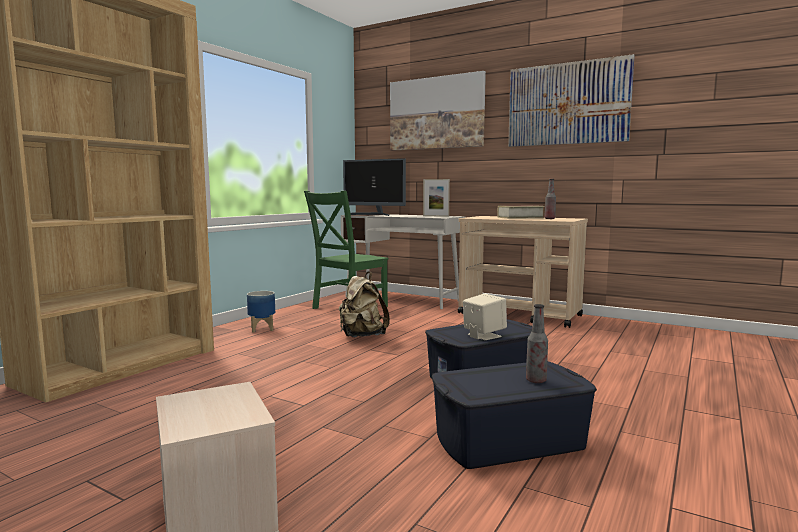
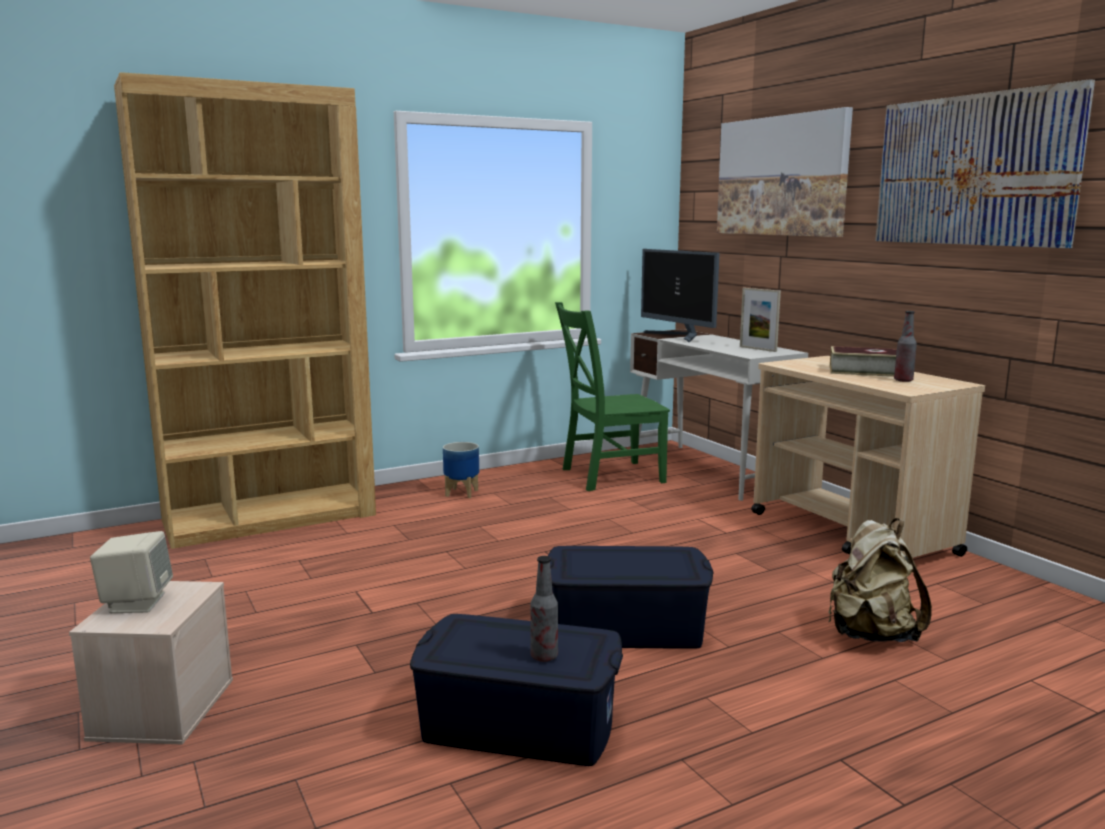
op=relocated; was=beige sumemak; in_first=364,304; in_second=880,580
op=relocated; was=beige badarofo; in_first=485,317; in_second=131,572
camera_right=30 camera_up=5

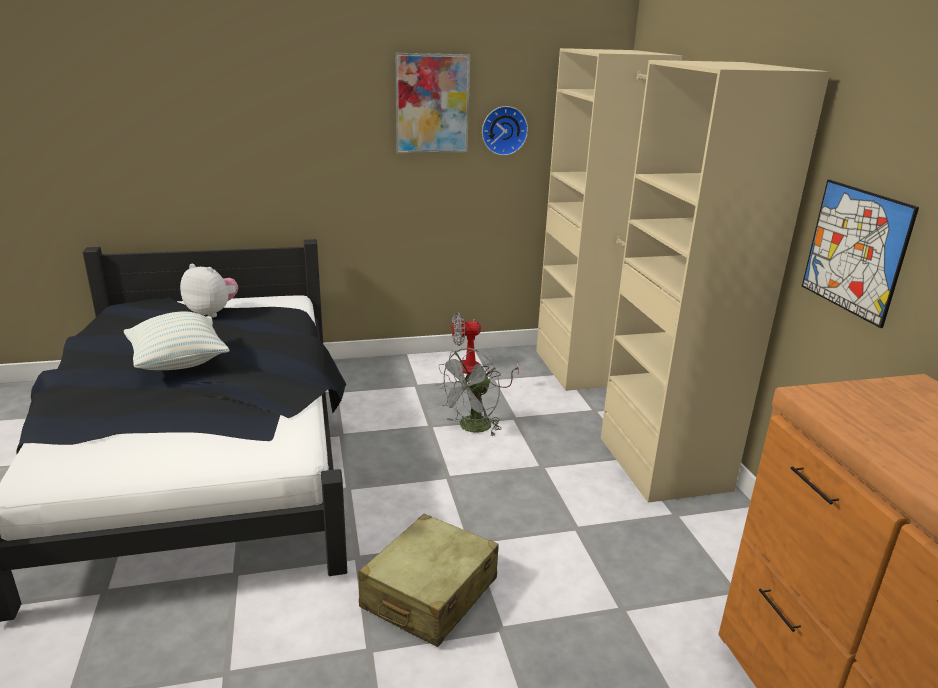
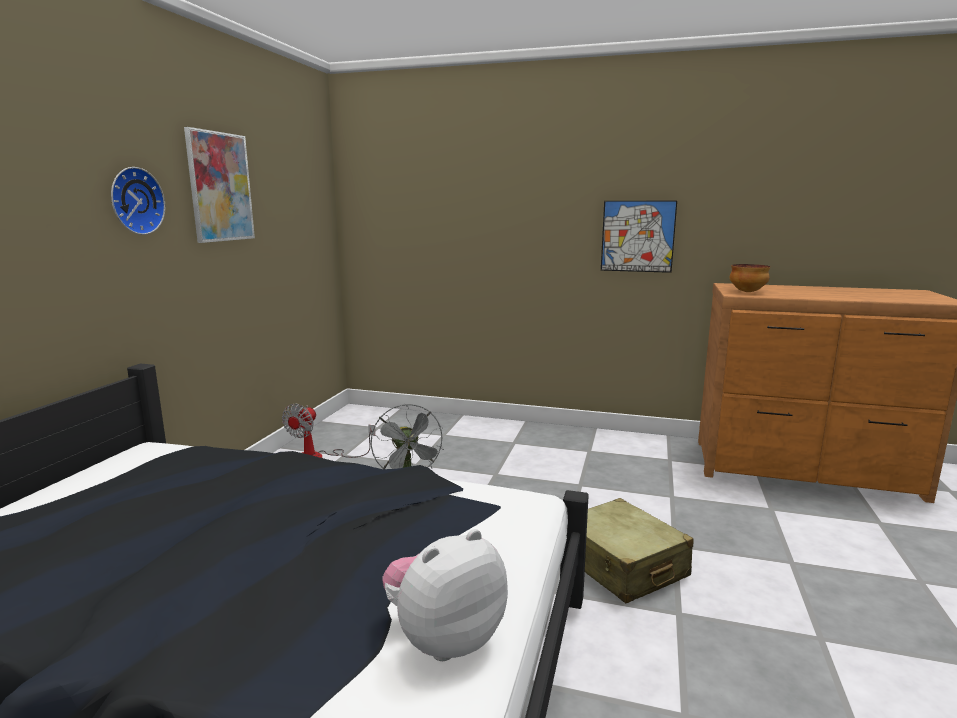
op=missing; was=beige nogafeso; in_first=683,275
op=relocated; was=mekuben; in_first=505,131; in_second=138,201
op=relocated; was=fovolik; in_first=209,291; in_second=445,595
op=missing; was=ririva; in_first=177,341
op=appeared; now=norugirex; in_second=750,278
camera_right=-60 camera_up=-10

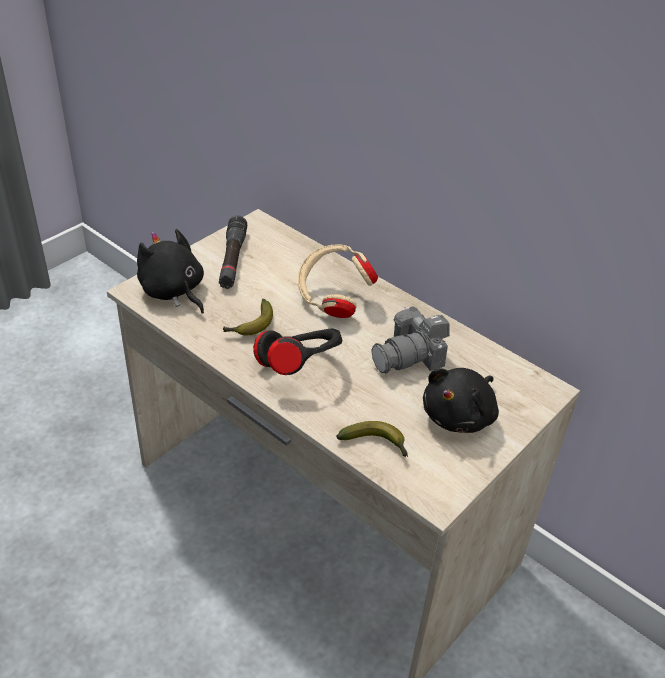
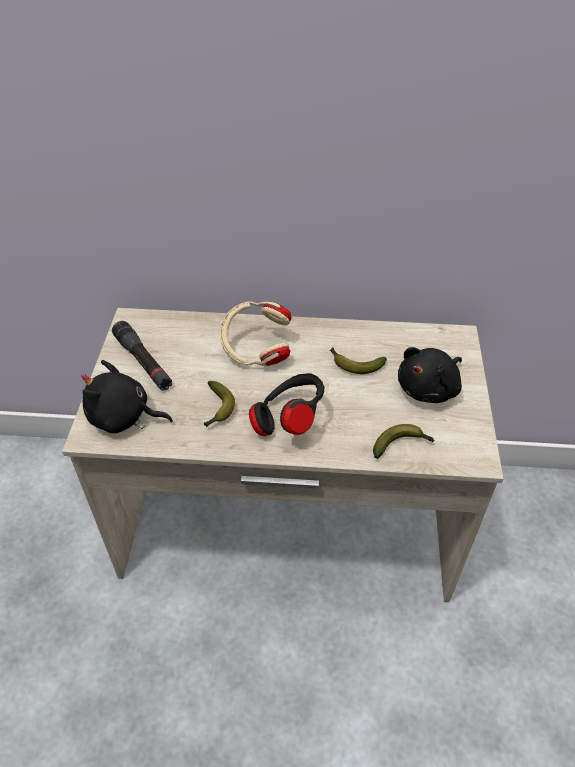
op=exchanged; was=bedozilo; now=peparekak; in_first=410,340; in_second=358,360
op=spun; was=black fovolik; in_first=461,400; in_second=430,375; clockwise=45
camera_right=-35 camera_up=5

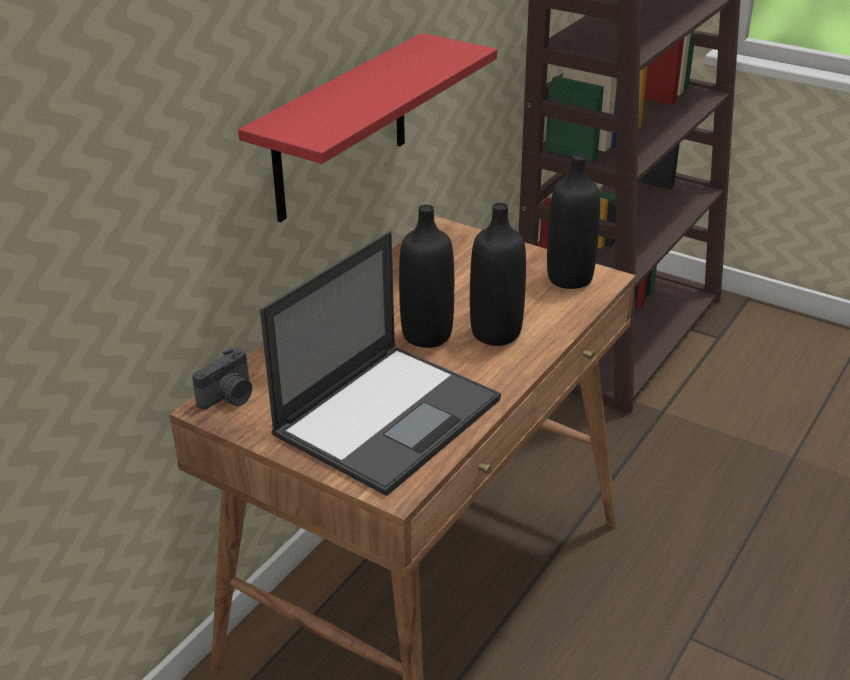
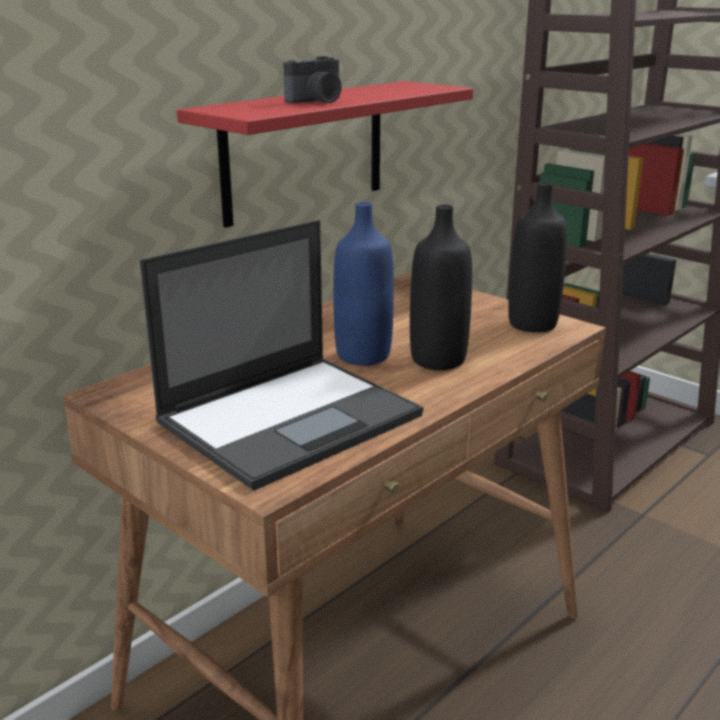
op=colour; was=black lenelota; now=blue lenelota; in_first=426,276; in_second=363,284
op=relocated; was=bedozilo; in_first=222,379; in_second=312,79
camera_right=10 camera_up=-10

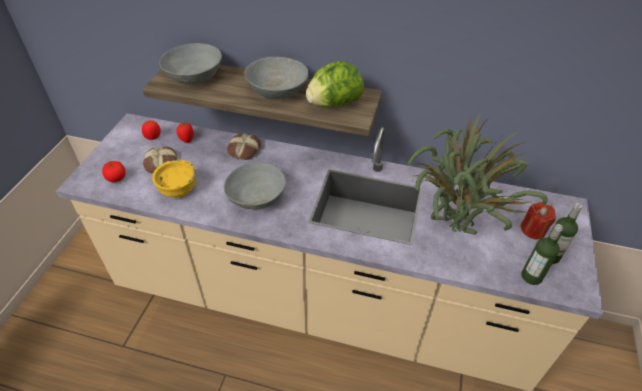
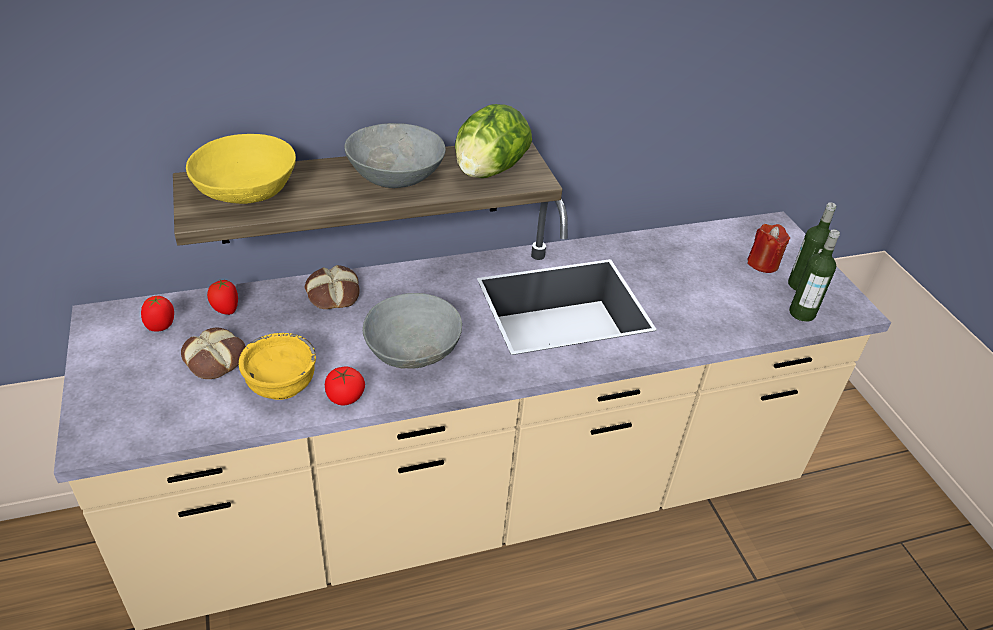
op=colour; was=grey norugirex; now=yellow norugirex; in_first=190,63; in_second=241,169
op=missing; was=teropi; in_first=477,173
op=relocated; was=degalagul; in_first=114,171; in_second=345,386
camera_right=-35 camera_up=-5

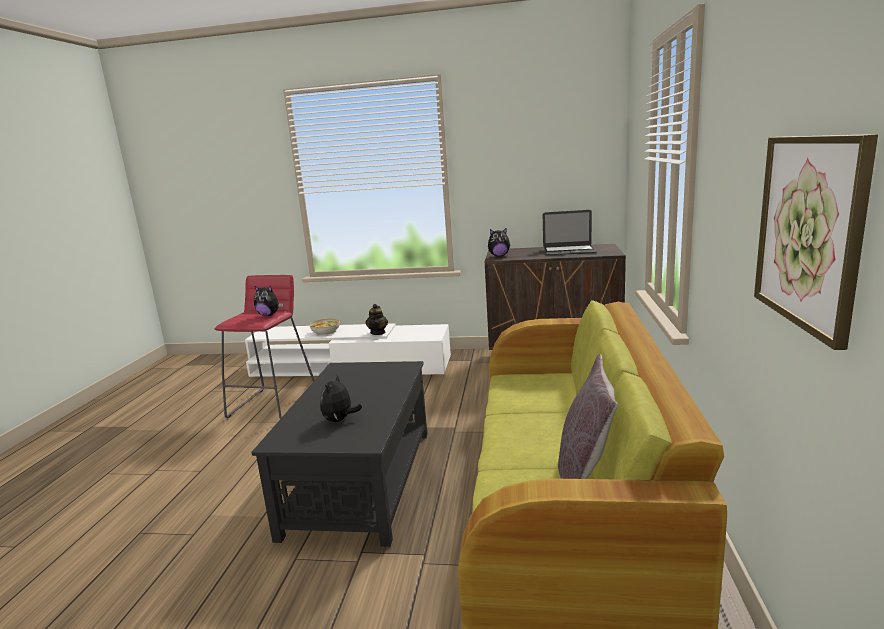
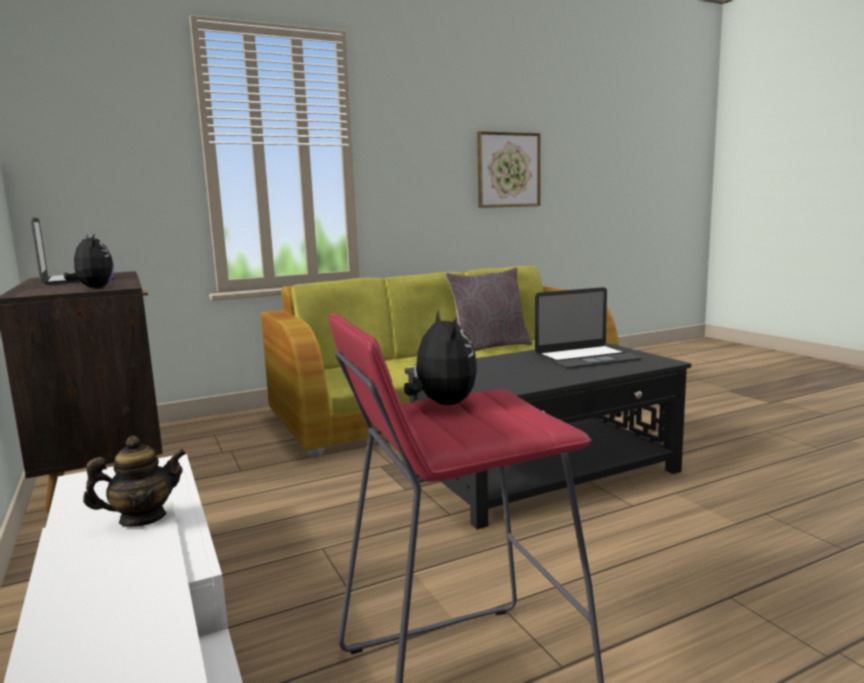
op=missing; was=norugirex; in_first=325,327
op=exchanged; was=fovolik; now=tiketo; in_first=341,398; in_second=588,327
camera_right=-125 camera_up=-5

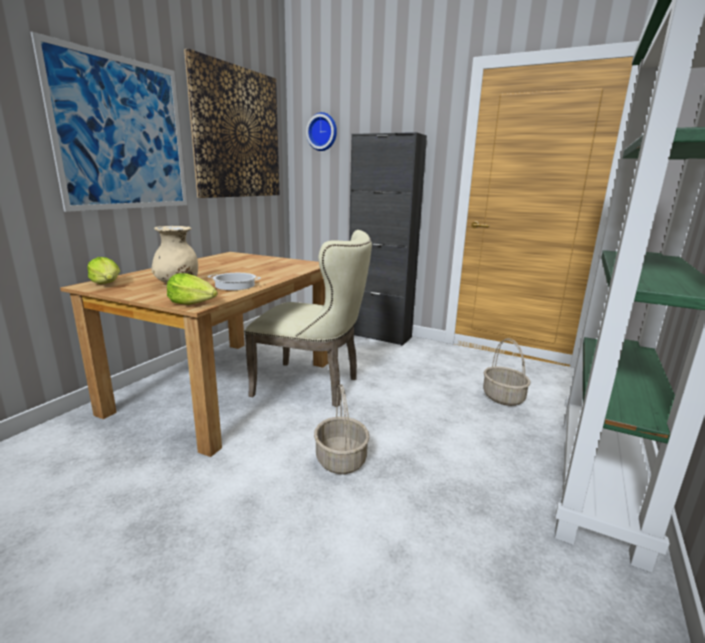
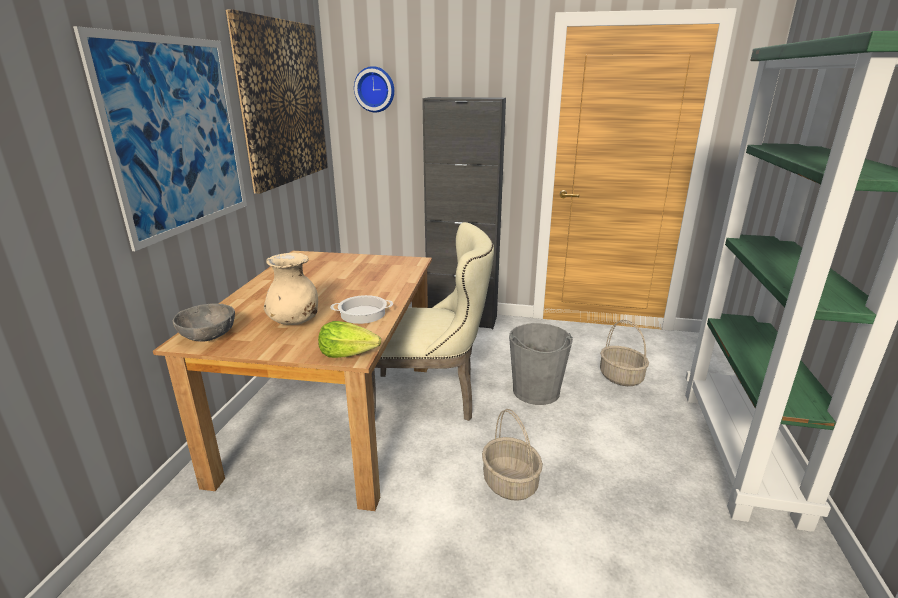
op=exchanged; was=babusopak; now=grey norugirex; in_first=103,270; in_second=204,322
op=appeared; now=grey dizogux; in_second=541,364
camera_right=-15 camera_up=5

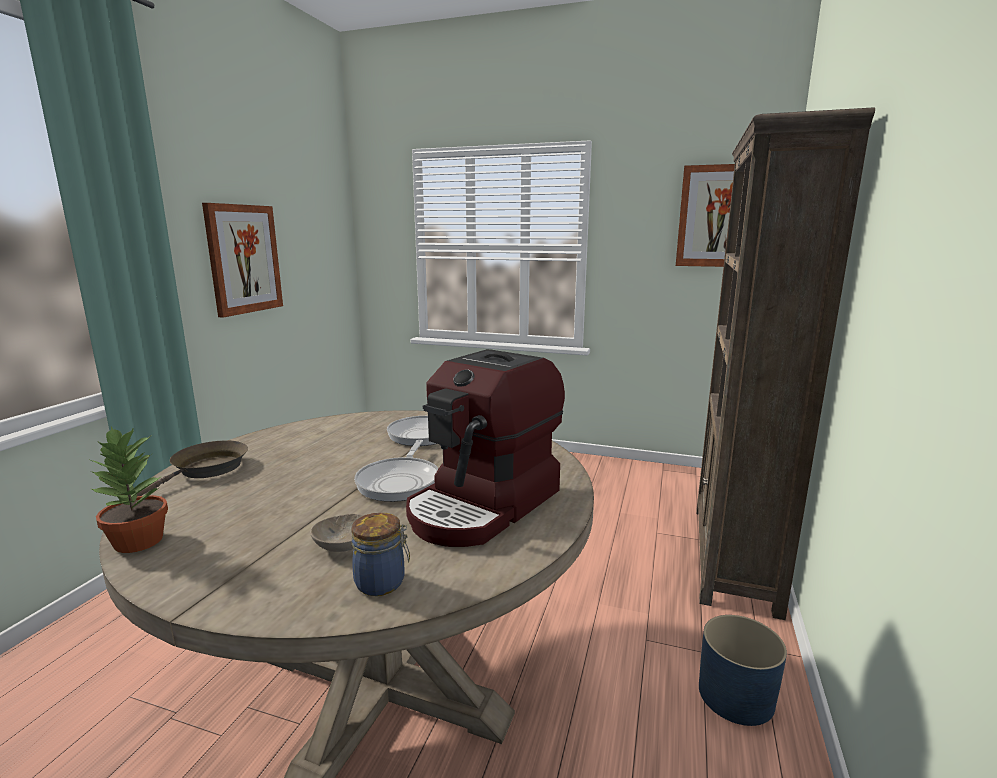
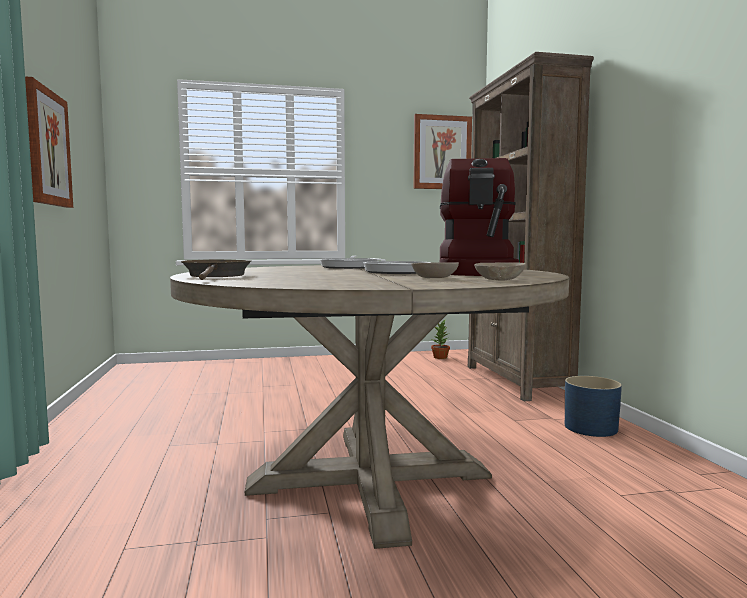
op=relocated; was=teropi; in_first=128,489; in_second=440,339
op=exchanged; was=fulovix; now=beige norugirex; in_first=380,554; in_second=500,271
camera_right=-30 camera_up=-10

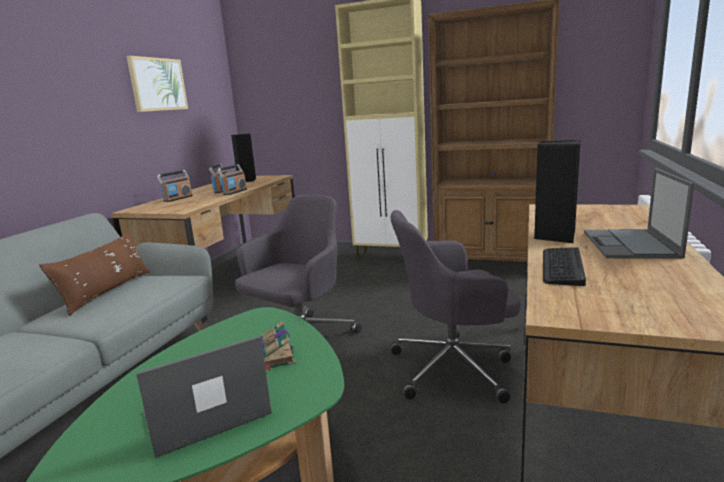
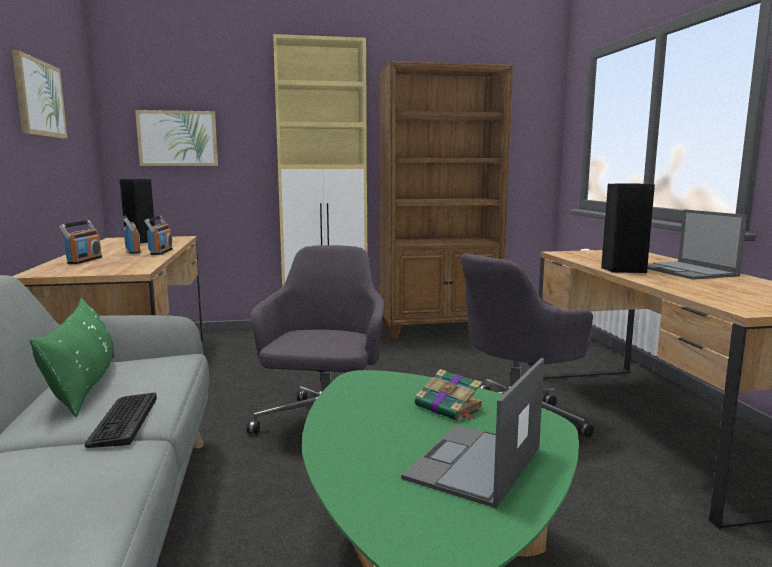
op=colour; was=brown ririva; now=green ririva; in_first=94,274; in_second=72,358
op=relocated; was=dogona; in_first=564,266; in_second=121,420
op=appeared; now=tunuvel; in_second=176,138
camera_right=-30 camera_up=-5

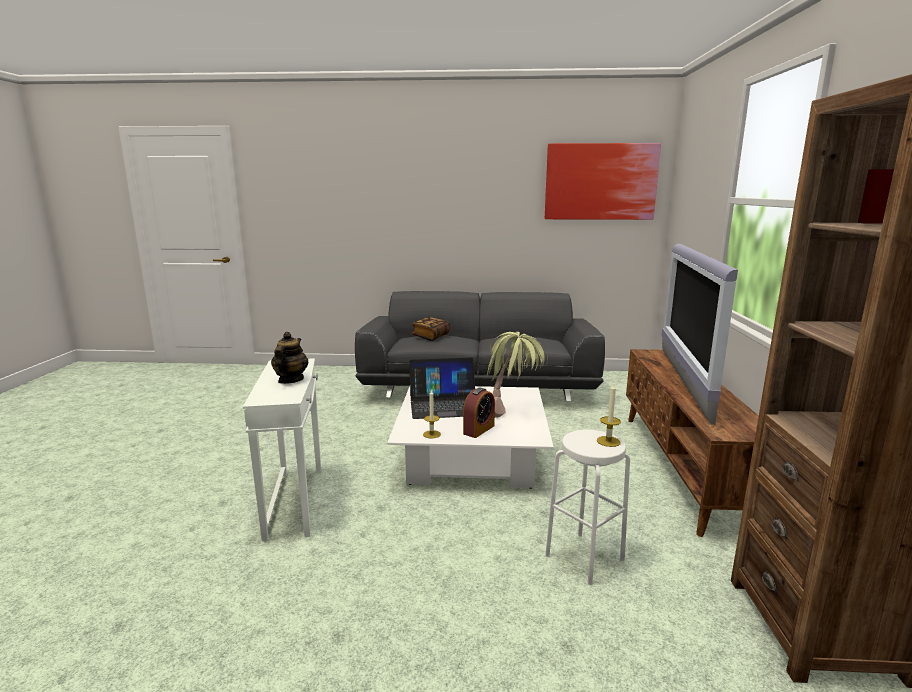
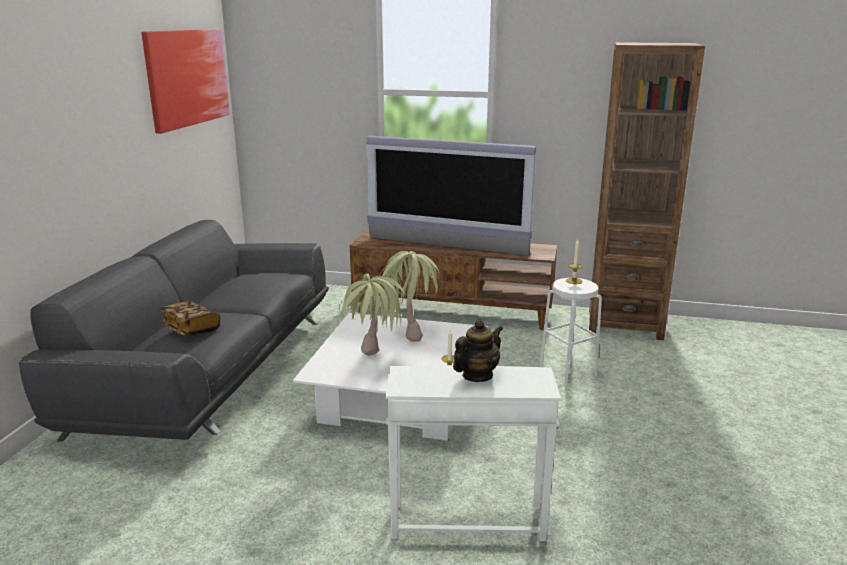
op=spun; was=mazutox; in_first=290,358; in_second=478,350; clockwise=120
op=exchanged; was=tiketo; now=teropi; in_first=442,388; in_second=372,315
op=missing; was=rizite; in_first=479,413
camera_right=-80 camera_up=5

